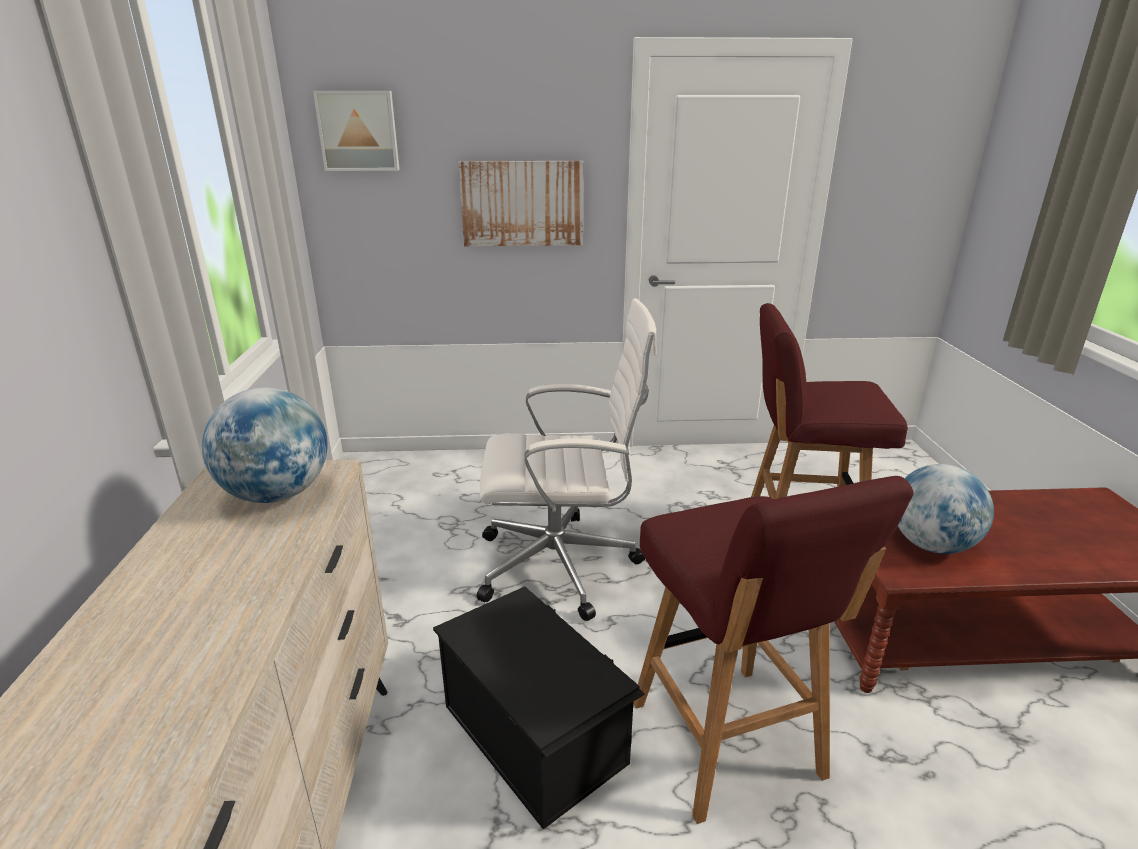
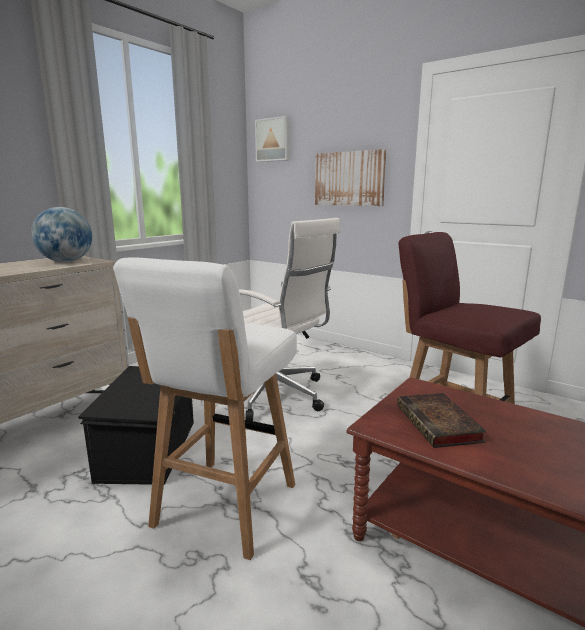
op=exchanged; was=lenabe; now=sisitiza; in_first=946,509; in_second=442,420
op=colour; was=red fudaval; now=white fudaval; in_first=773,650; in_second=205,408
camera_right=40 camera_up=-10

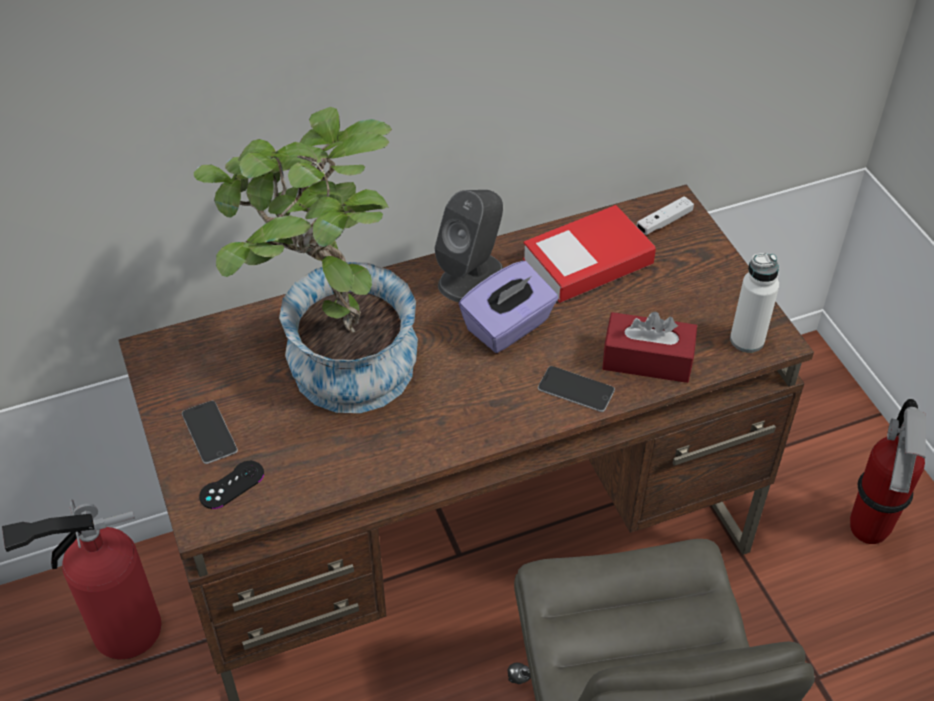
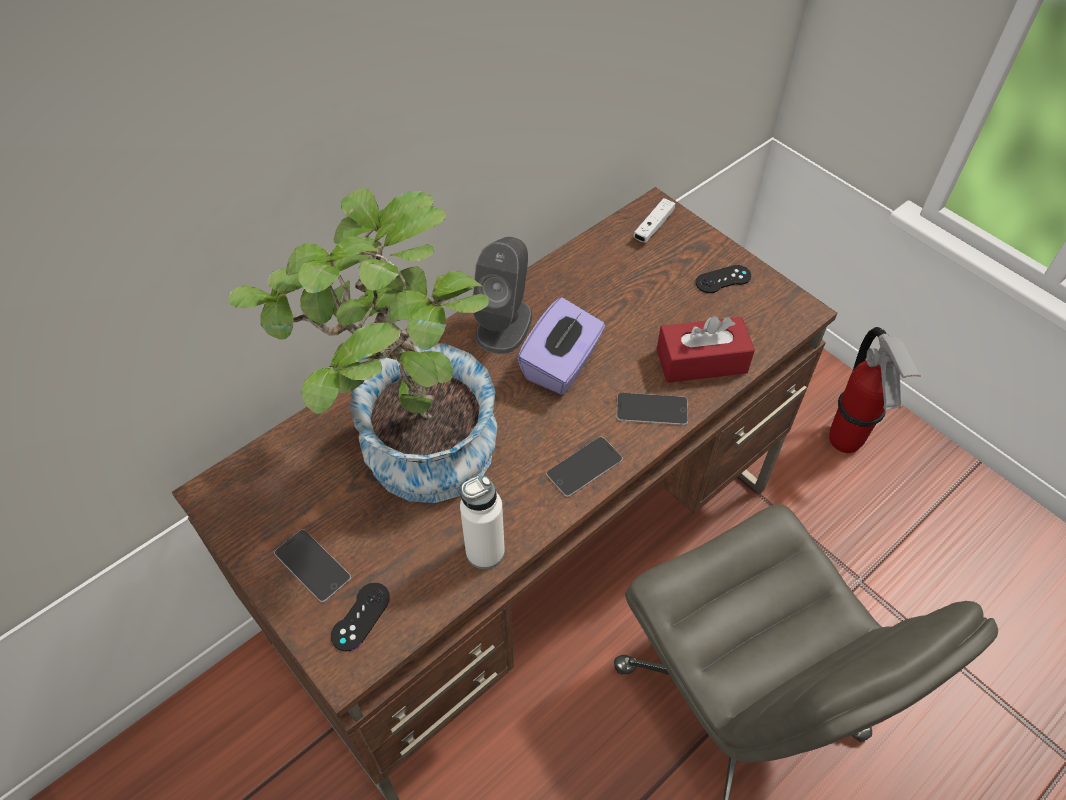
op=missing; was=sisitiza; in_first=589,254
op=relocated; was=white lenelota; in_first=754,303; in_second=482,522
op=missing; was=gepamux; in_first=81,579
op=appeared; now=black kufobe; in_second=723,279
op=appeared; now=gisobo; in_second=584,467
camera_right=-20 camera_up=5

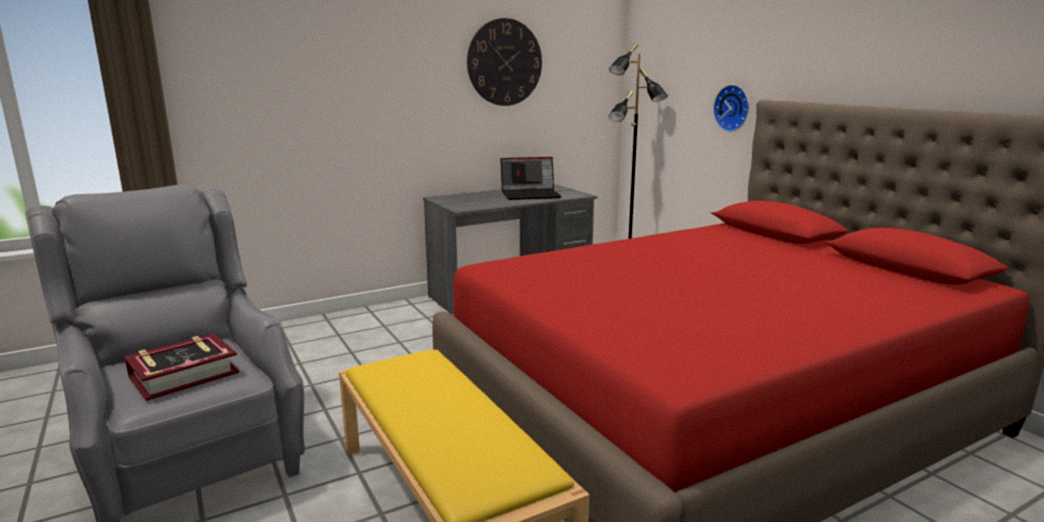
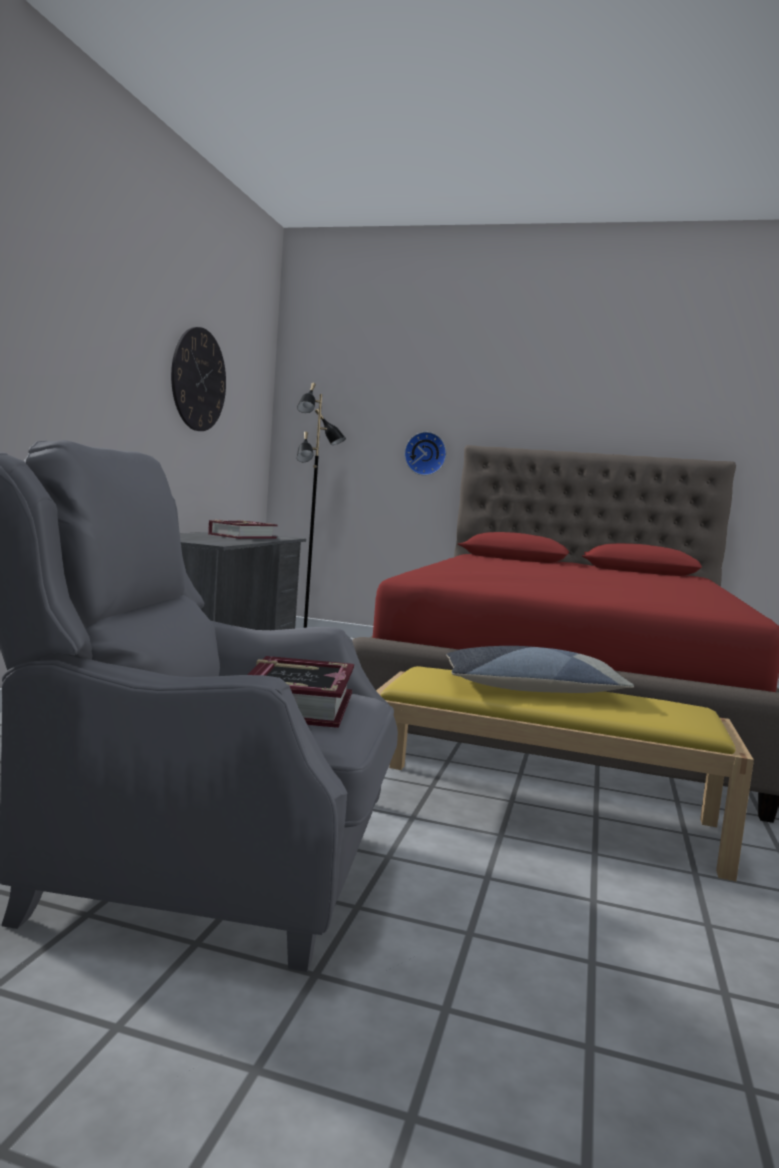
op=exchanged; was=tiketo; now=sisitiza; in_first=531,178; in_second=243,529
op=appeared; now=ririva; in_second=540,669
camera_right=-45 camera_up=-10

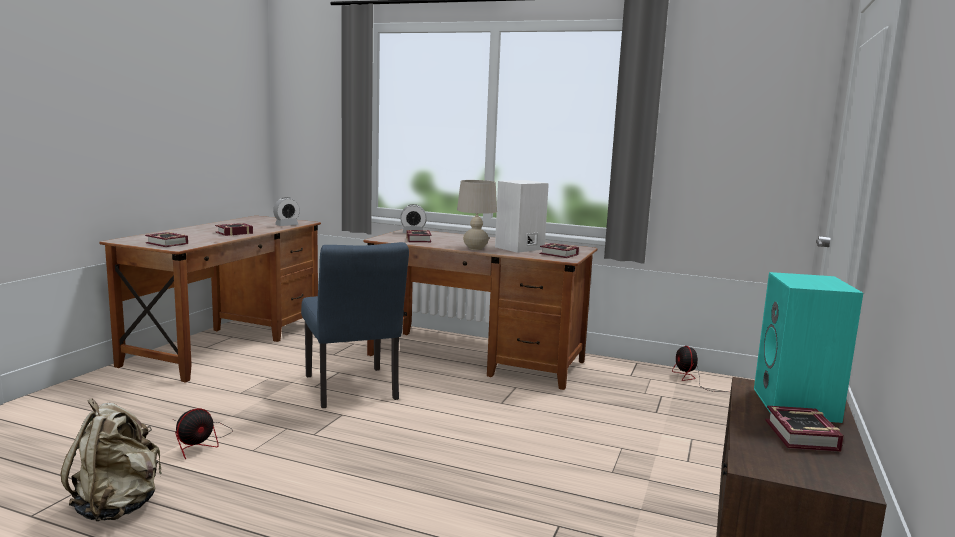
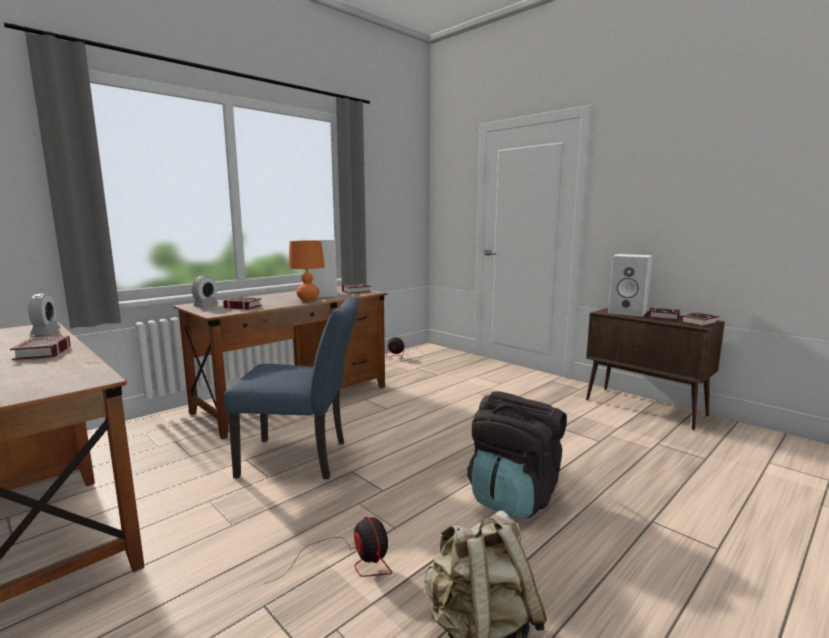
op=colour; was=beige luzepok; now=orange luzepok; in_first=477,215; in_second=306,271
op=relocated; was=sisitiza; in_first=166,239; in_second=700,320
op=colour; was=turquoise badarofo; now=white badarofo; in_first=808,347; in_second=630,285
op=appeared; now=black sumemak; in_second=517,454
camera_right=-65 camera_up=0

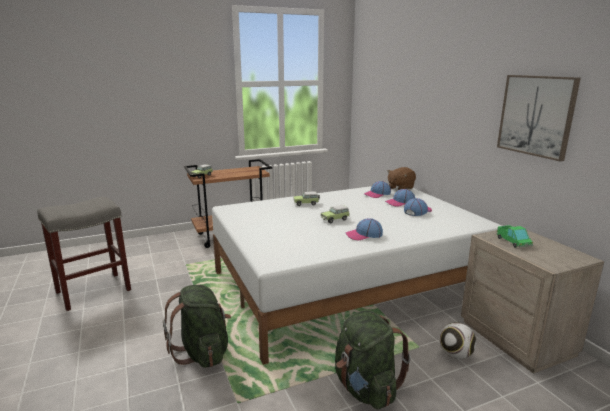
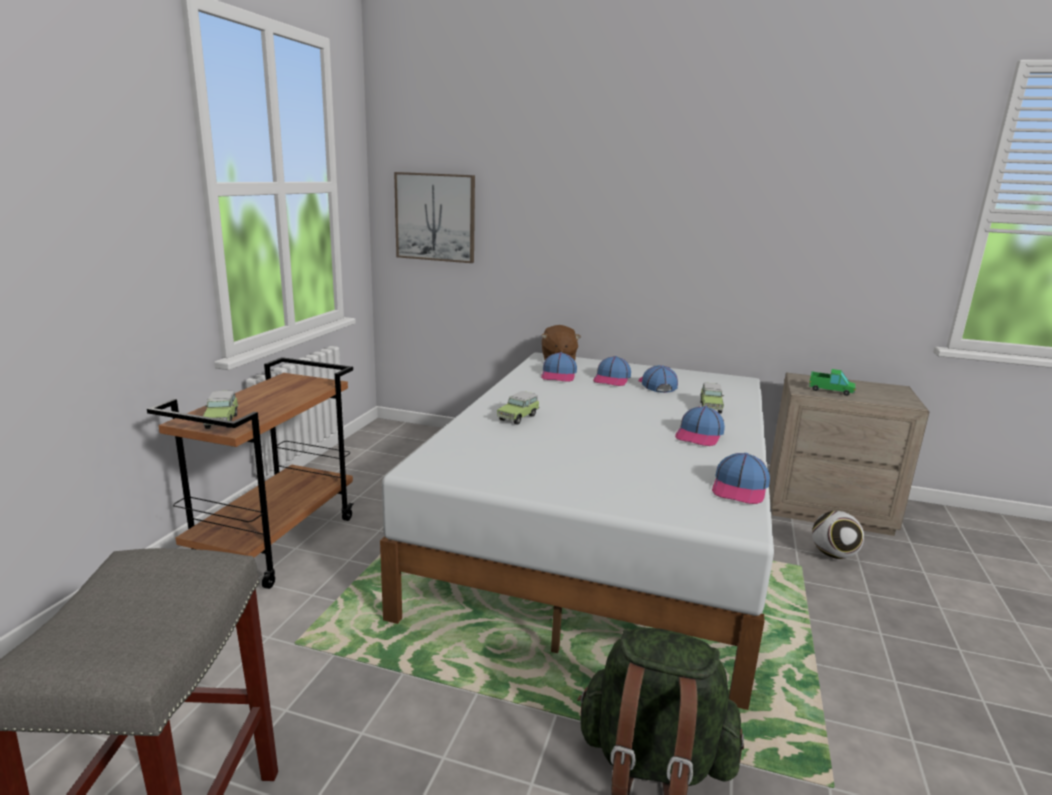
op=relocated; was=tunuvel; in_first=539,118; in_second=434,217
op=relocated; was=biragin; in_first=335,214; in_second=712,398
op=missing; was=green sumemak; in_first=373,360
op=appeared; now=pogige; in_second=741,478
camera_right=-50 camera_up=0

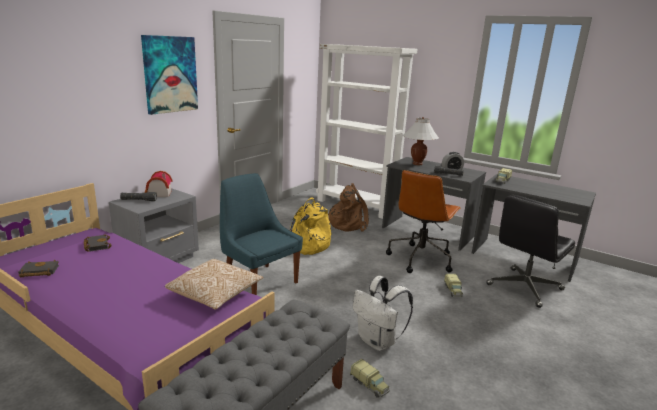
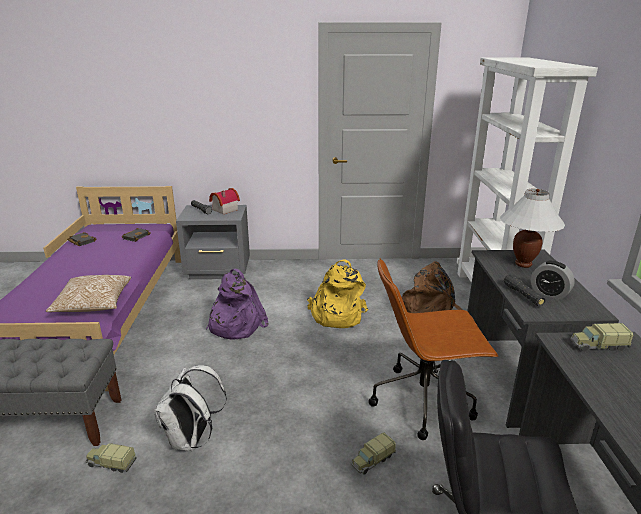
op=missing; was=tunuvel; in_first=169,75
op=exchanged; was=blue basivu; now=purple sumemak; in_first=261,234; in_second=237,304
op=spun; was=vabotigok; in_first=370,378; in_second=111,458; clockwise=90
camera_right=55 camera_up=5

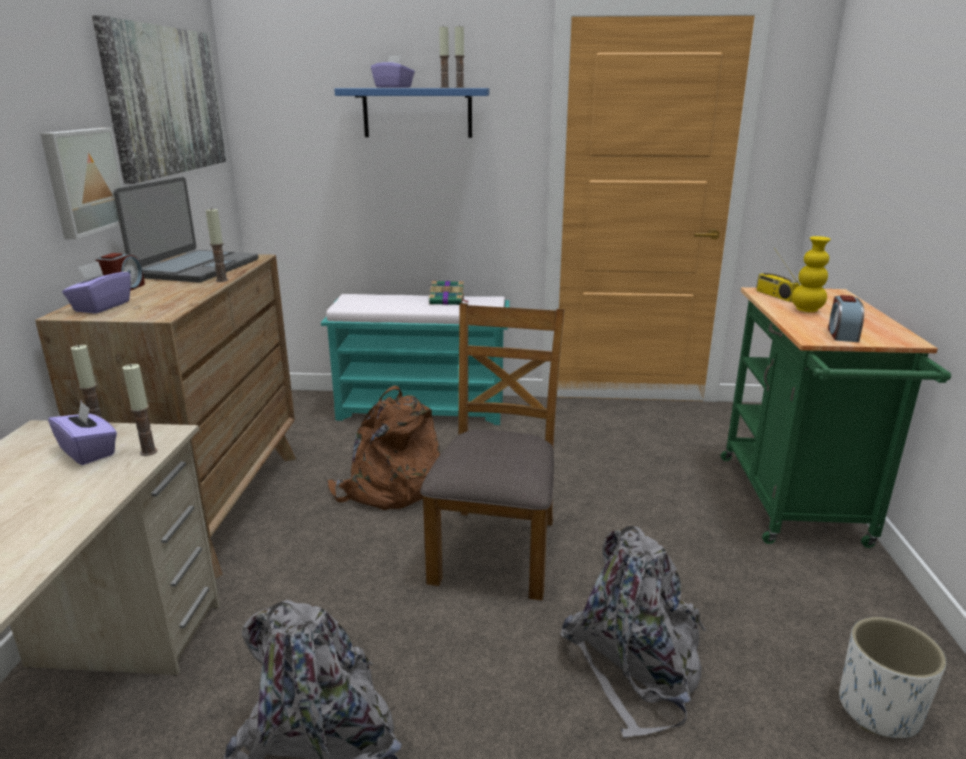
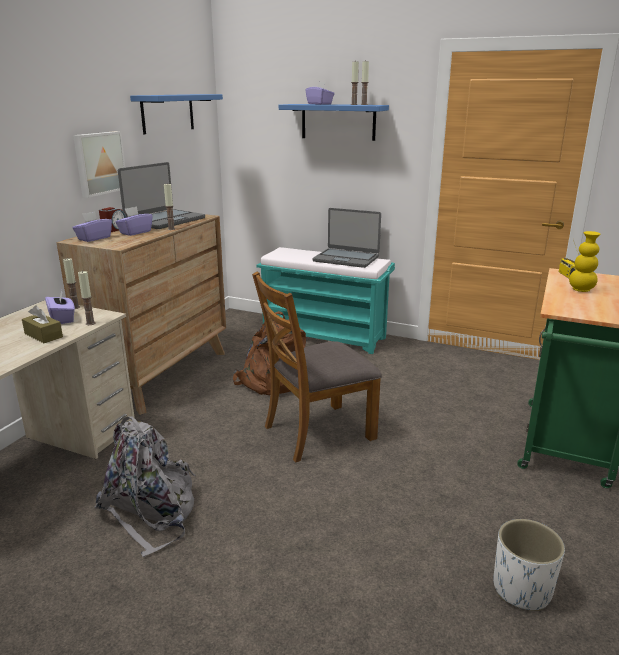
op=exchanged; was=tunuvel; now=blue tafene; in_first=159,100; in_second=176,114
op=exchanged; was=sisitiza; now=tiketo; in_first=448,293; in_second=346,238
op=missing; was=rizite; in_first=846,318
op=spun; was=brown basivu; in_first=492,451; in_second=317,367; clockwise=-150
op=missing; was=grey sumemak; in_first=633,632
op=appeared; now=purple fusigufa; in_second=134,221
op=appeared; now=brown fusigufa; in_second=42,324
camera_right=20 camera_up=0

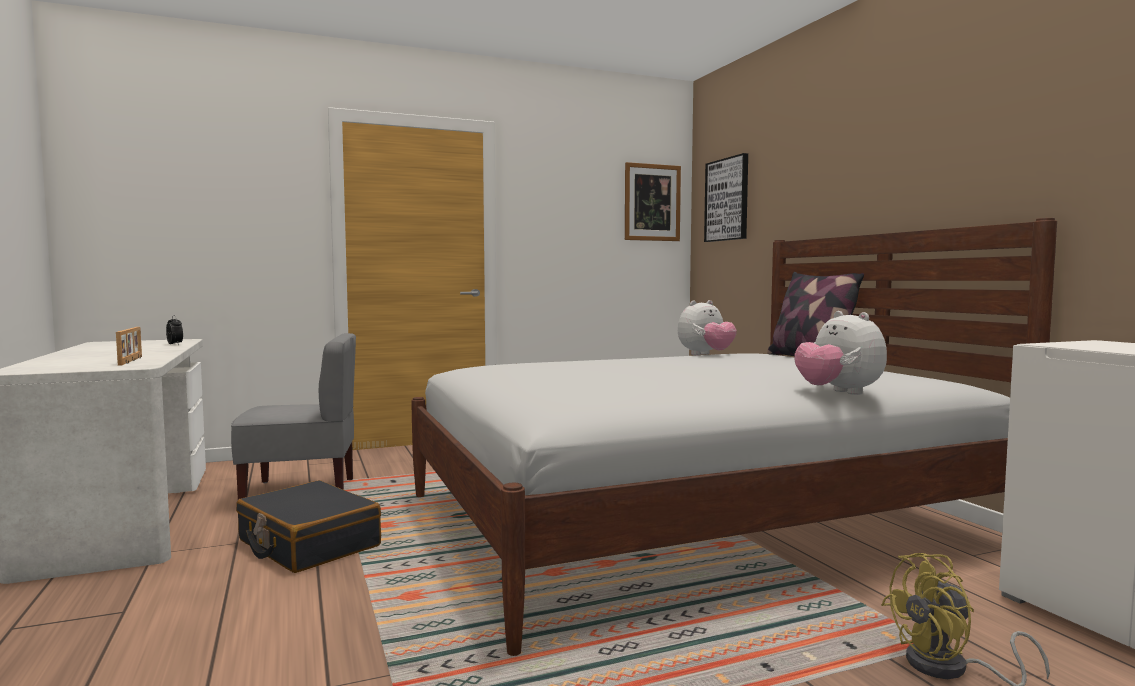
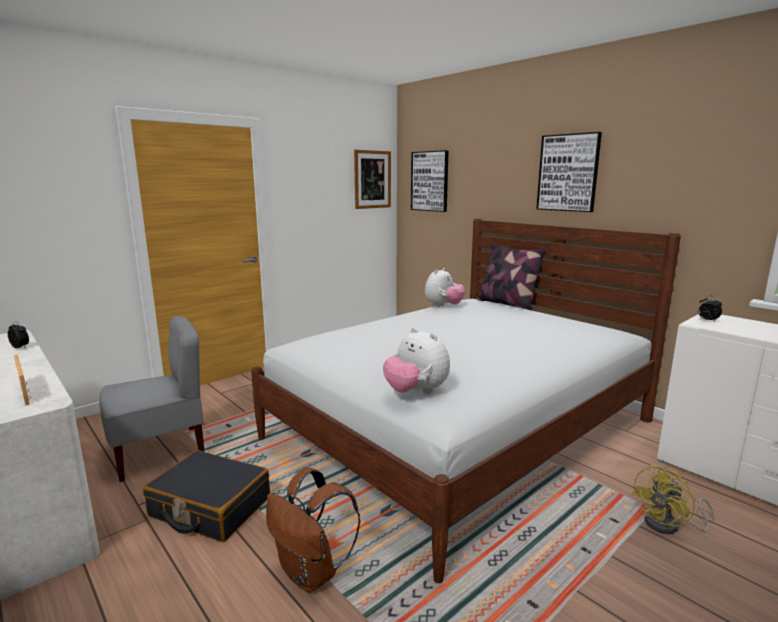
op=relocated; was=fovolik; in_first=840,353; in_second=416,361
op=appeared; now=tunuvel; in_second=569,172
op=appeared; now=rizite; in_second=710,308
op=appeared; now=brown sumemak; in_second=313,530
camera_right=-20 camera_up=10

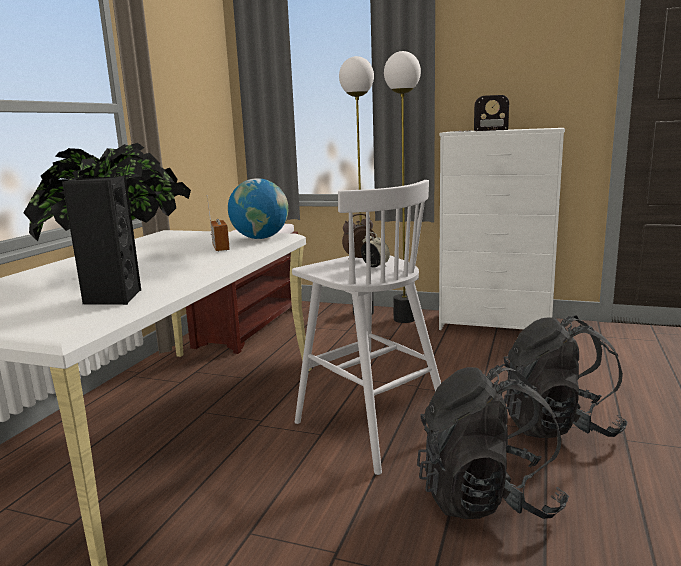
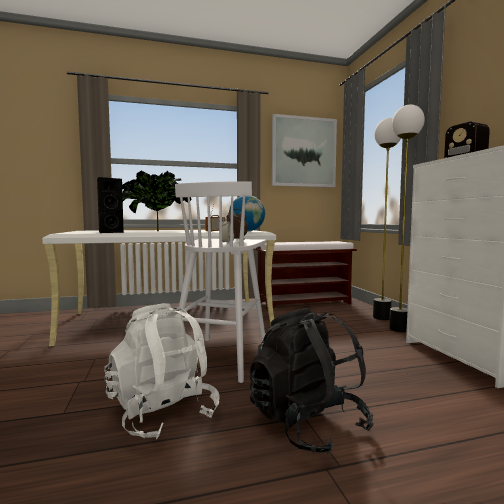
op=colour; was=black sumemak; now=white sumemak; in_first=493,441; in_second=162,371
op=appeared; now=tunuvel; in_second=304,150
camera_right=55 camera_up=-10

